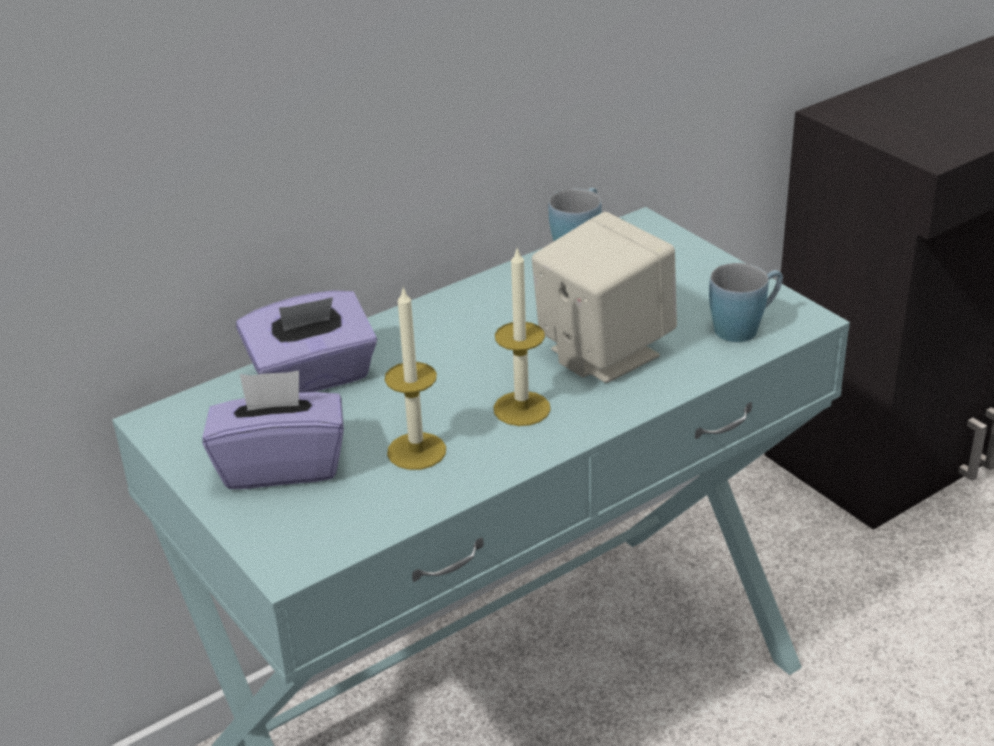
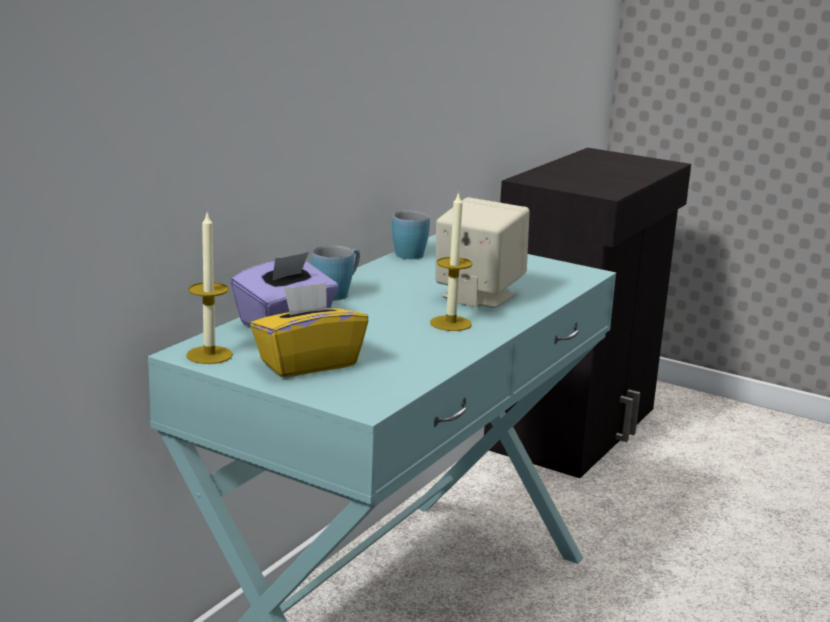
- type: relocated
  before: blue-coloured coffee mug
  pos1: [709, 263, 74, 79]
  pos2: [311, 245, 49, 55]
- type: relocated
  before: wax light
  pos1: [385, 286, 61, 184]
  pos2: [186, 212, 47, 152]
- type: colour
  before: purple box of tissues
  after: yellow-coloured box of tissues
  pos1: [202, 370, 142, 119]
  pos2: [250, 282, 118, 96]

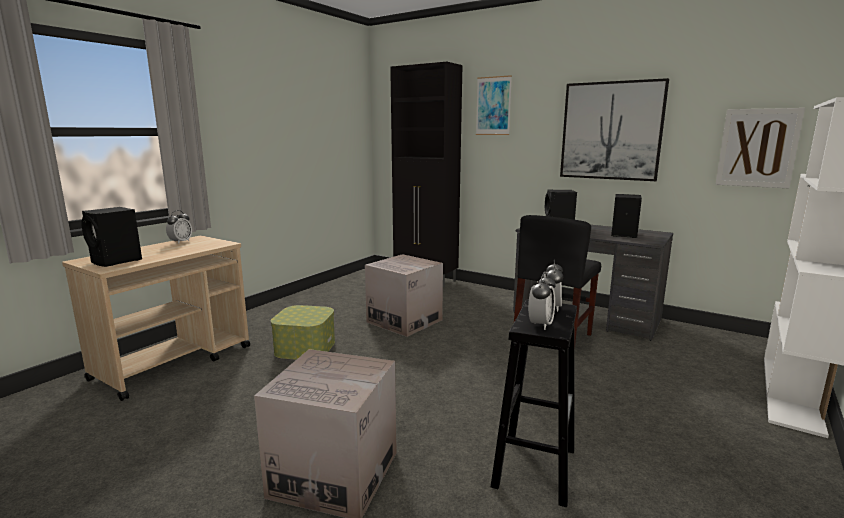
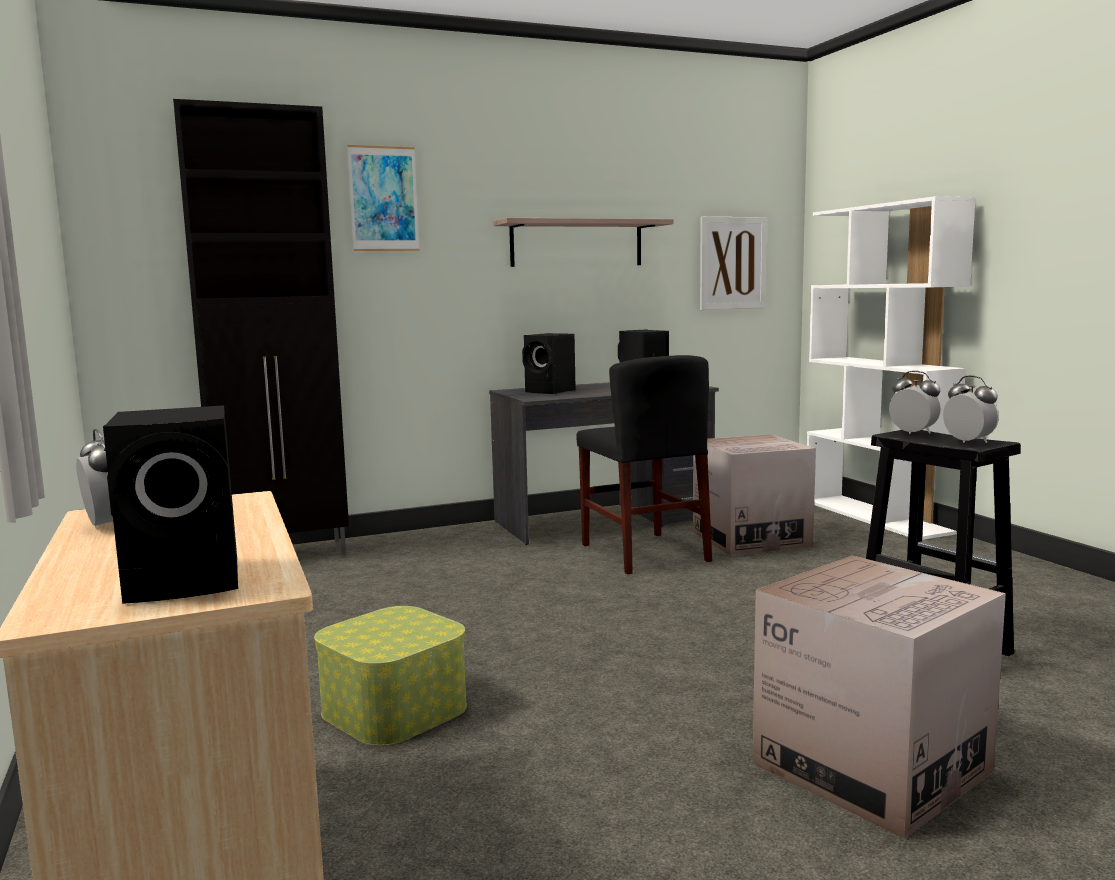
- type: exchanged
  before: wall picture
  after: bracket shelf
  pos1: [560, 78, 109, 103]
  pos2: [493, 218, 181, 49]
- type: relocated
  before: packing box
  pos1: [365, 254, 78, 83]
  pos2: [693, 434, 123, 122]

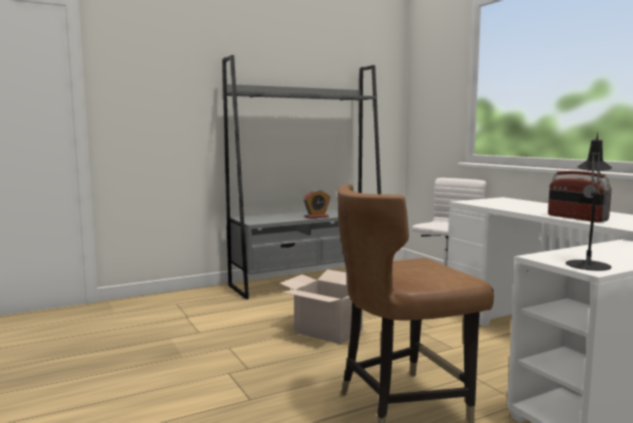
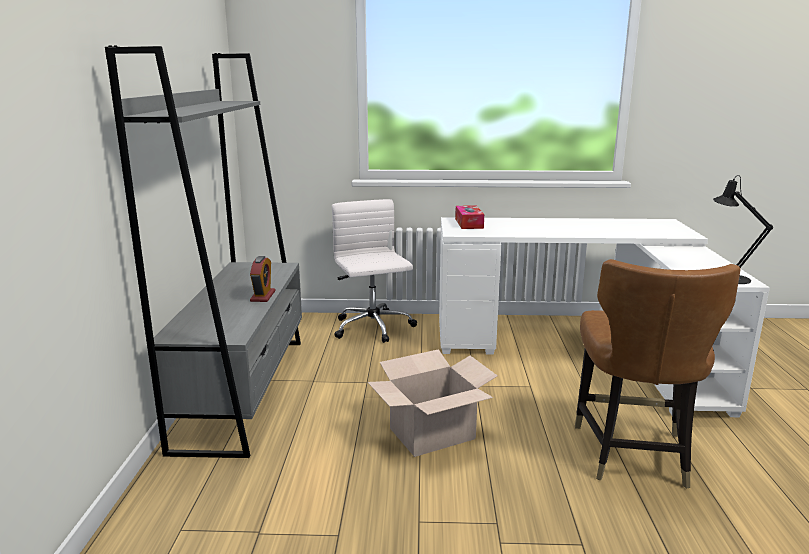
- type: missing
  before: radio set
  pos1: [548, 171, 64, 51]
- type: appeared
  after: box of tissues
  pos2: [455, 205, 29, 24]

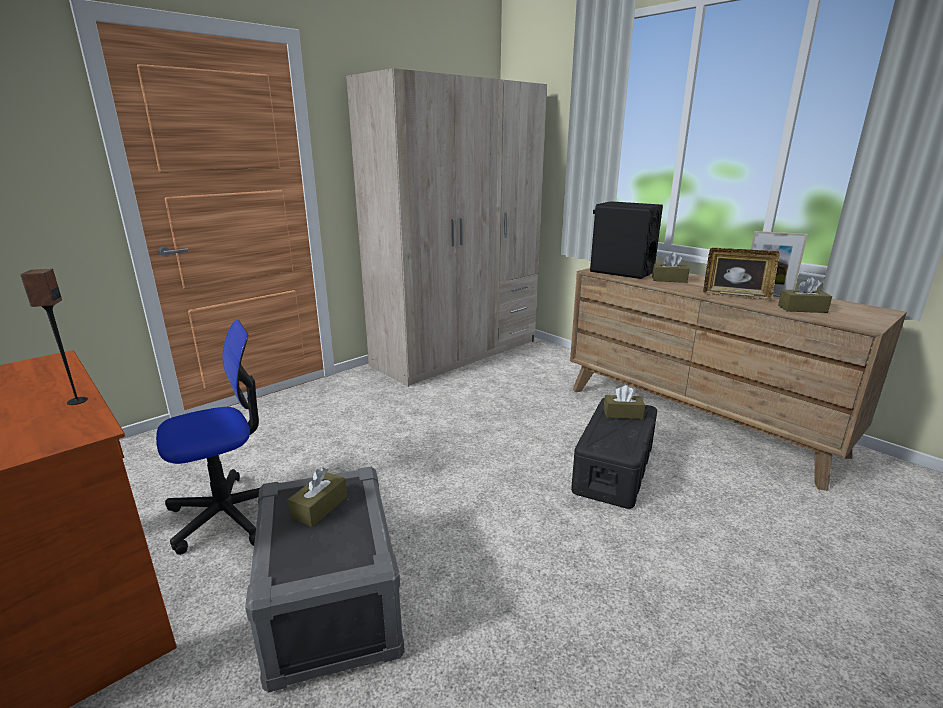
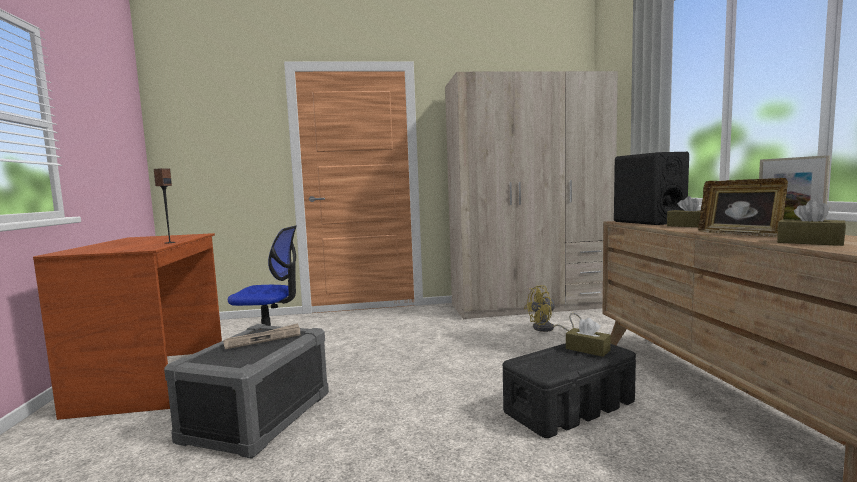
- type: exchanged
  before: brownish box of tissues
  after: printed paper
  pos1: [288, 468, 59, 59]
  pos2: [223, 323, 77, 26]
- type: appeared
  after: yellow-coloured cooling fan
  pos2: [524, 285, 57, 47]

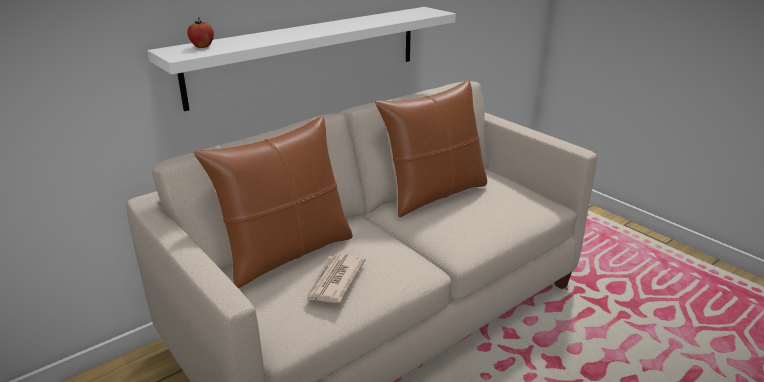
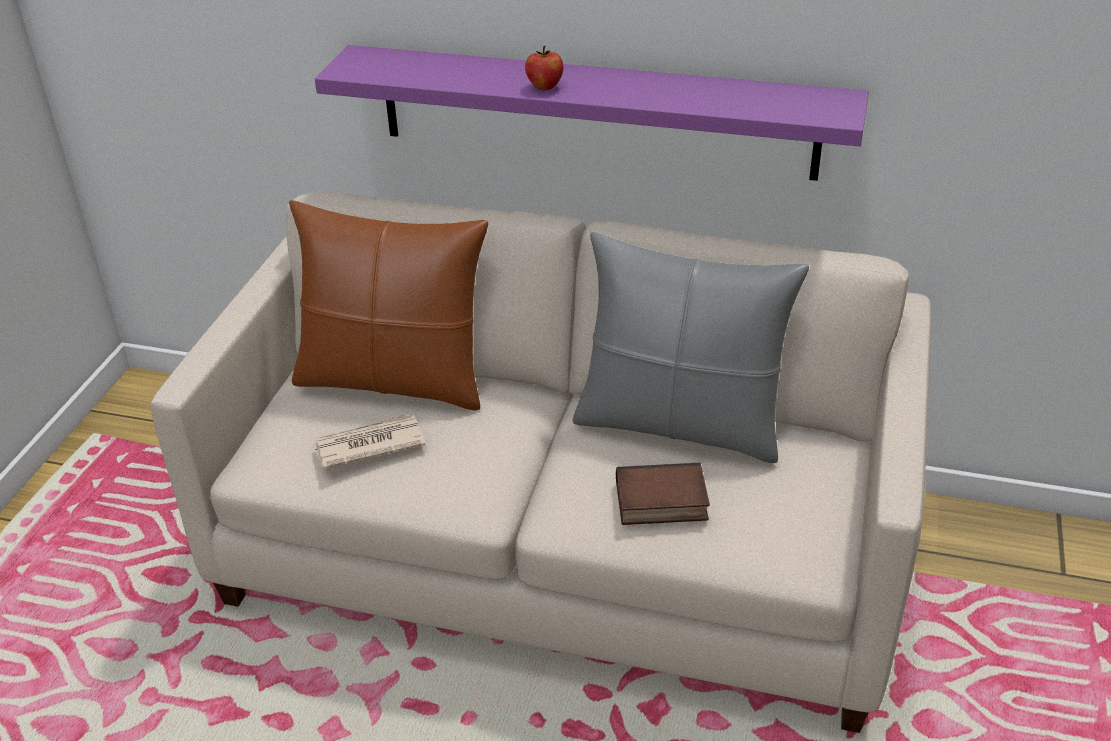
- type: colour
  before: whitish bracket shelf
  after: purple bracket shelf
  pos1: [147, 7, 309, 104]
  pos2: [315, 45, 554, 136]
- type: relocated
  before: whole apple
  pos1: [187, 17, 27, 31]
  pos2: [525, 46, 39, 44]
- type: colour
  before: brownish throw pillow
  after: gray throw pillow
  pos1: [375, 80, 112, 137]
  pos2: [572, 232, 237, 231]
- type: appeared
  after: bound book
  pos2: [616, 463, 94, 62]

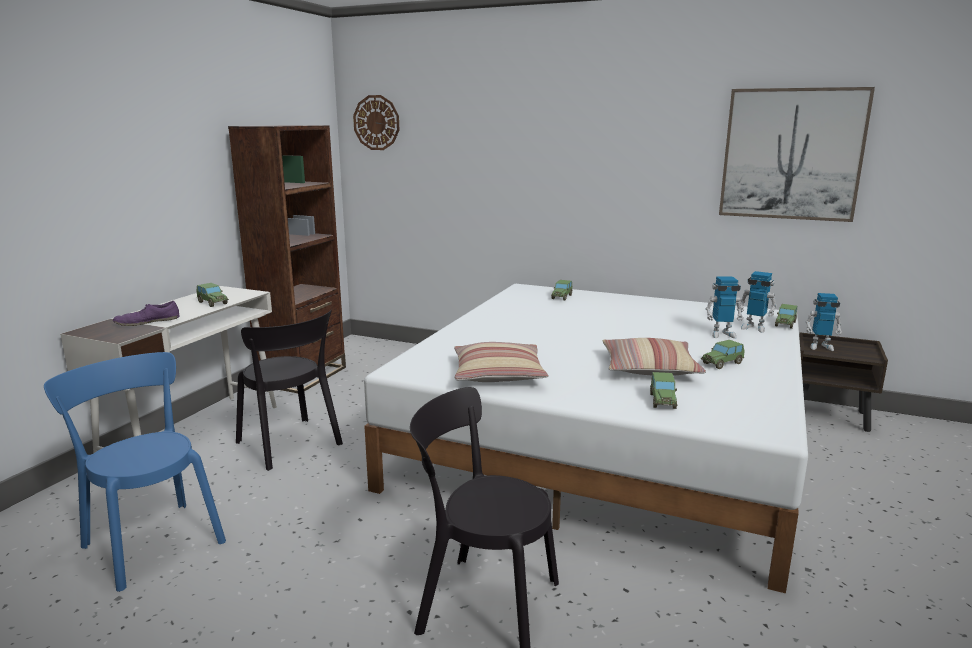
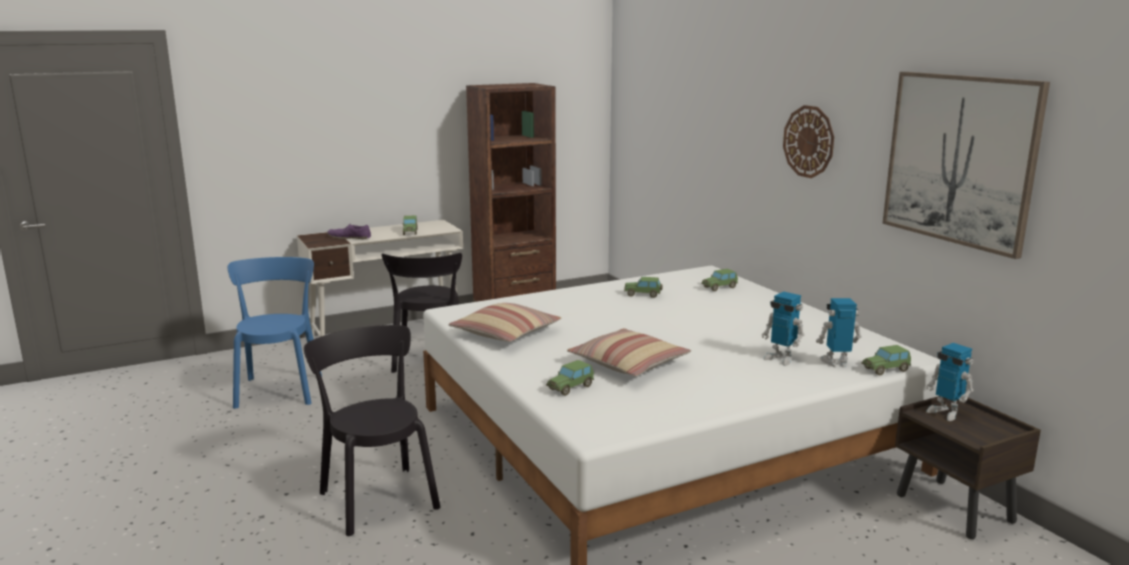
- type: relocated
  before: hanging clock
  pos1: [353, 95, 46, 55]
  pos2: [783, 105, 51, 73]
- type: spun
  before: model robot
  pos1: [740, 271, 37, 62]
  pos2: [816, 298, 46, 69]
  turn: 105
- type: relocated
  before: model car
  pos1: [701, 340, 44, 29]
  pos2: [624, 277, 39, 21]

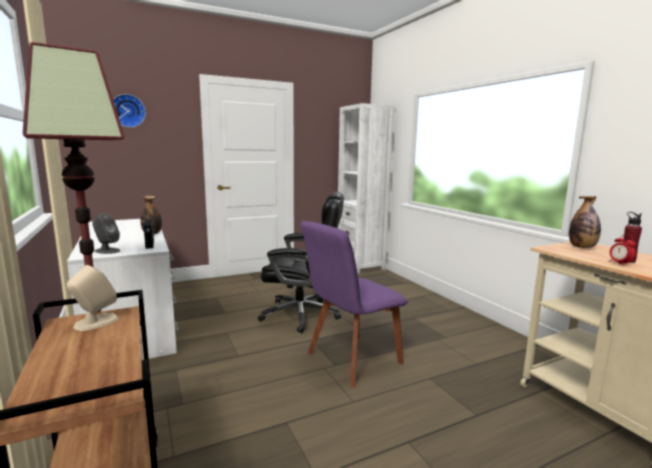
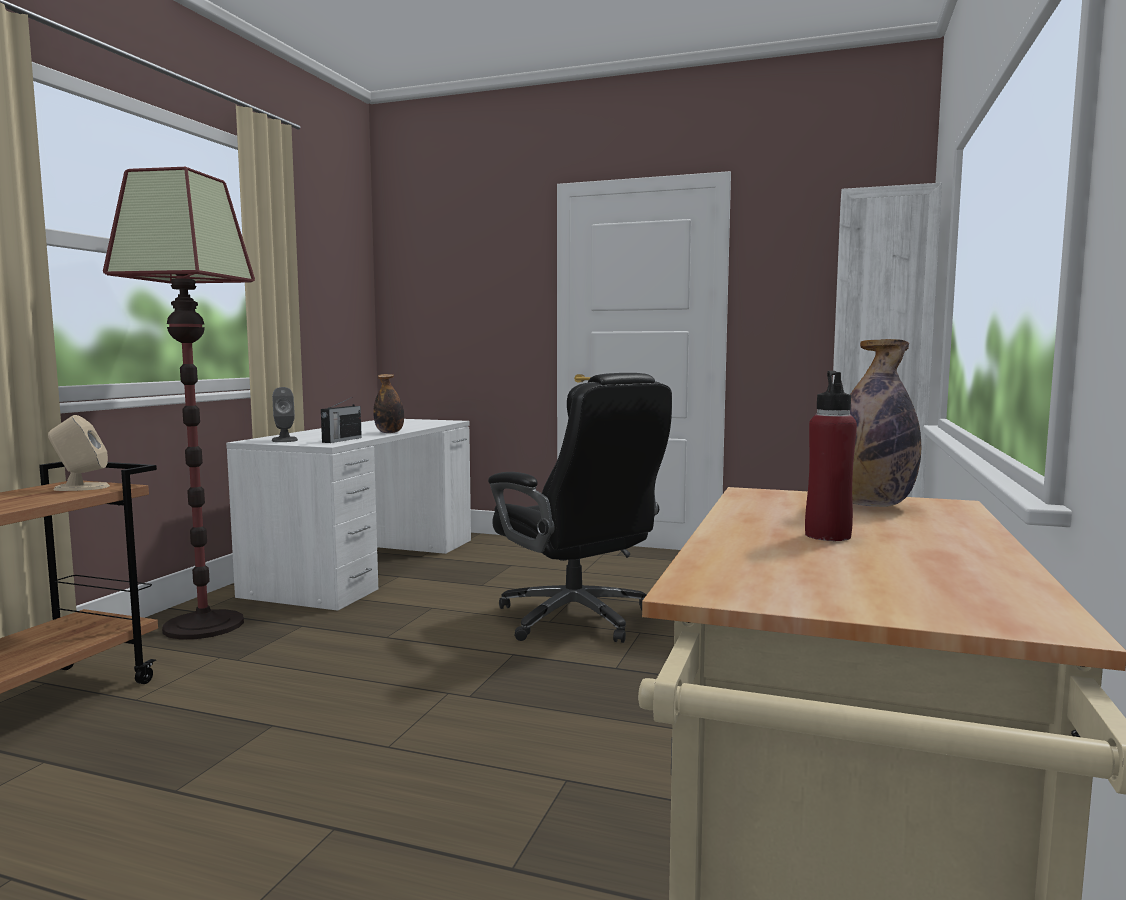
- type: missing
  before: hanging clock
  pos1: [113, 94, 33, 34]
- type: missing
  before: purple chair
  pos1: [300, 221, 108, 166]
- type: missing
  before: table clock
  pos1: [609, 234, 27, 32]

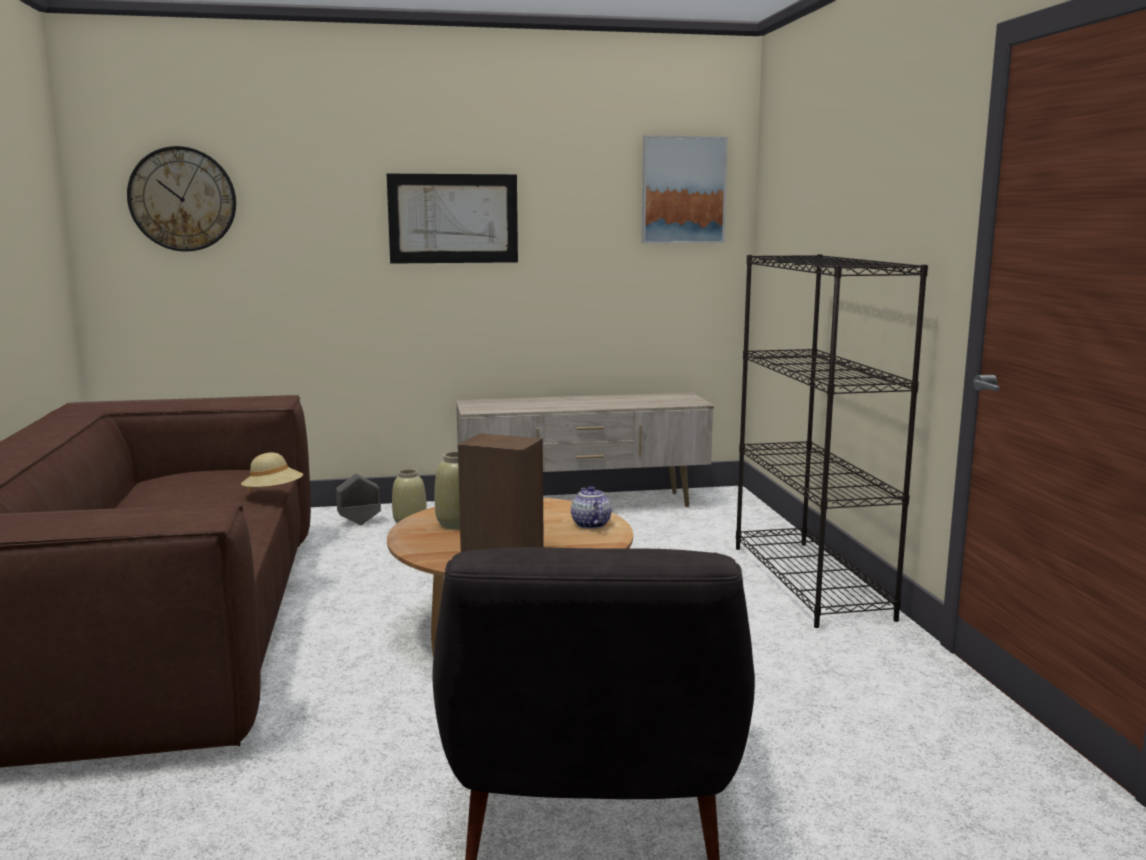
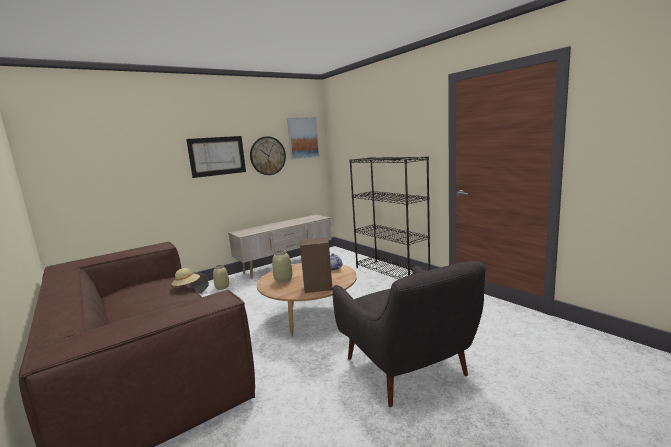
- type: relocated
  before: hanging clock
  pos1: [127, 146, 109, 106]
  pos2: [250, 136, 36, 39]

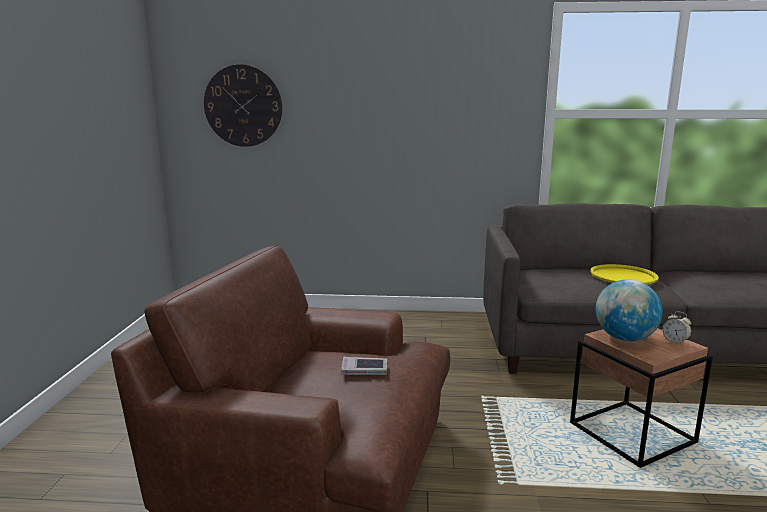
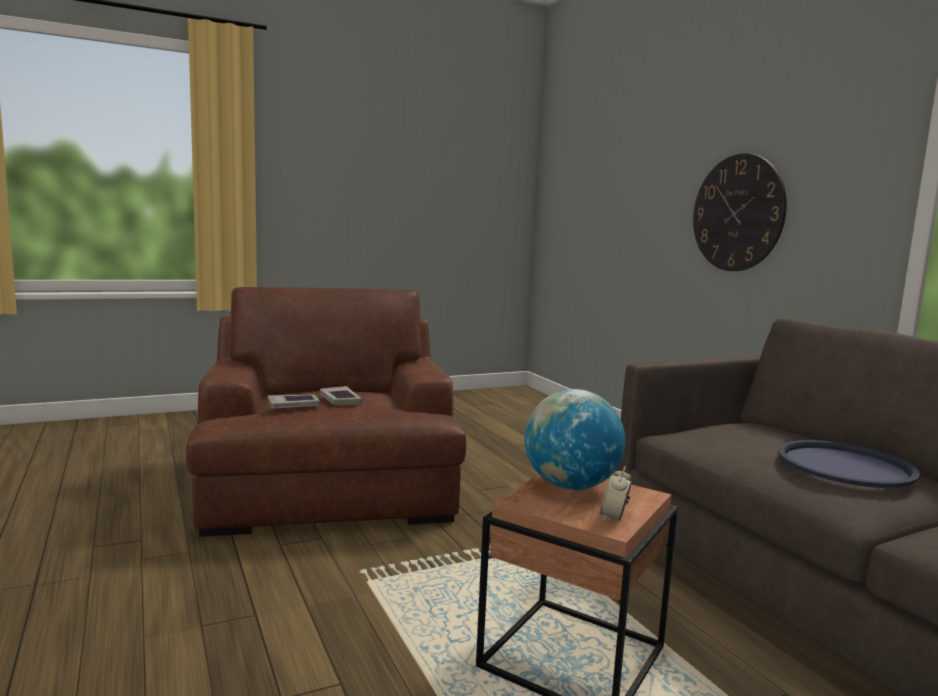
- type: relocated
  before: hanging clock
  pos1: [204, 64, 78, 83]
  pos2: [693, 153, 94, 118]
- type: colour
  before: yellow-coloured tray
  after: blue-coloured tray
  pos1: [590, 264, 69, 21]
  pos2: [778, 440, 142, 48]
- type: appeared
  after: bound book
  pos2: [268, 395, 52, 14]

